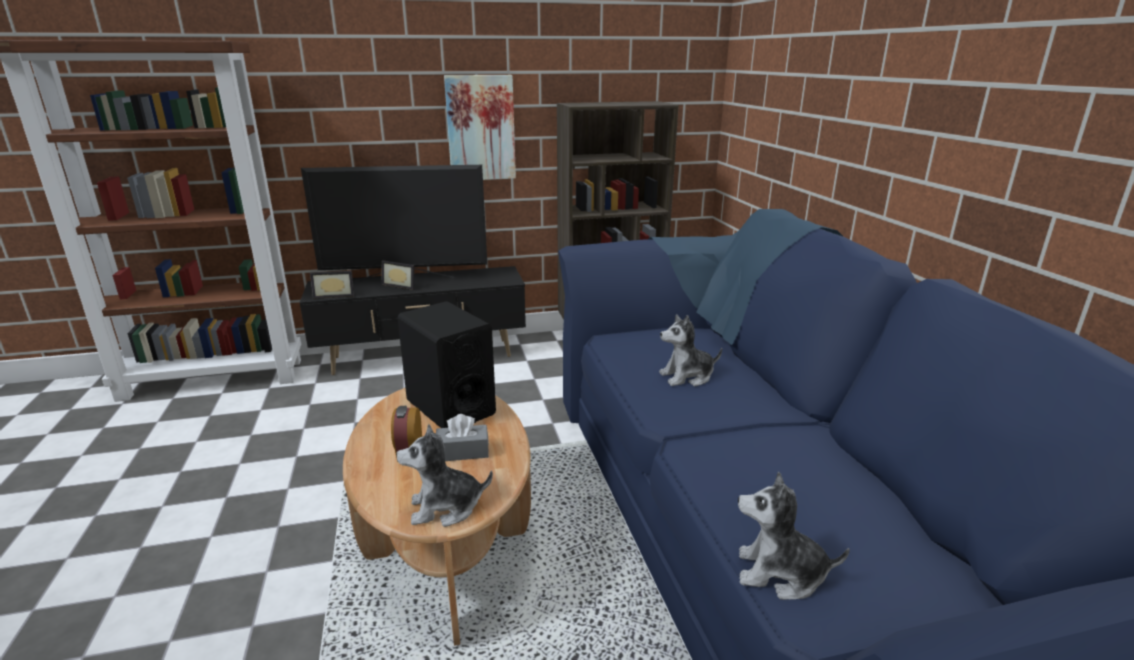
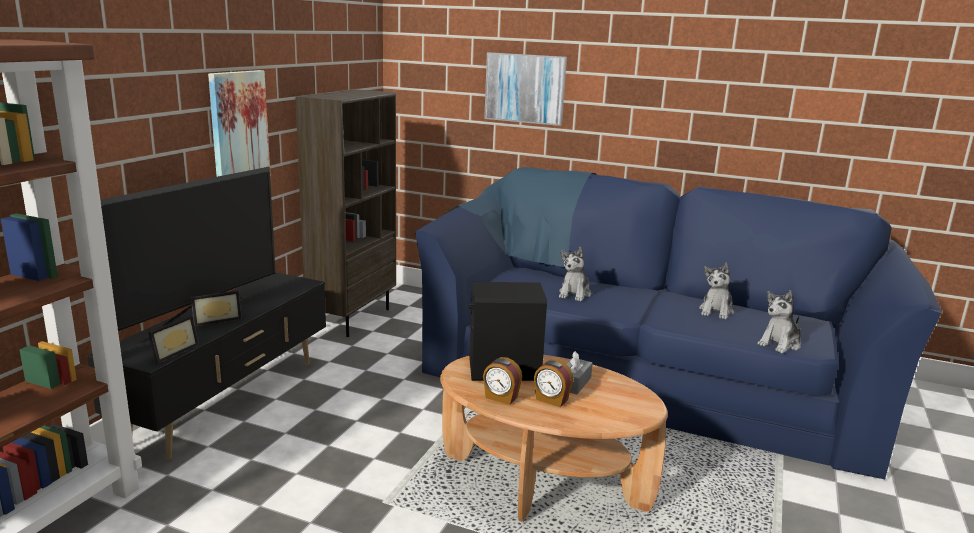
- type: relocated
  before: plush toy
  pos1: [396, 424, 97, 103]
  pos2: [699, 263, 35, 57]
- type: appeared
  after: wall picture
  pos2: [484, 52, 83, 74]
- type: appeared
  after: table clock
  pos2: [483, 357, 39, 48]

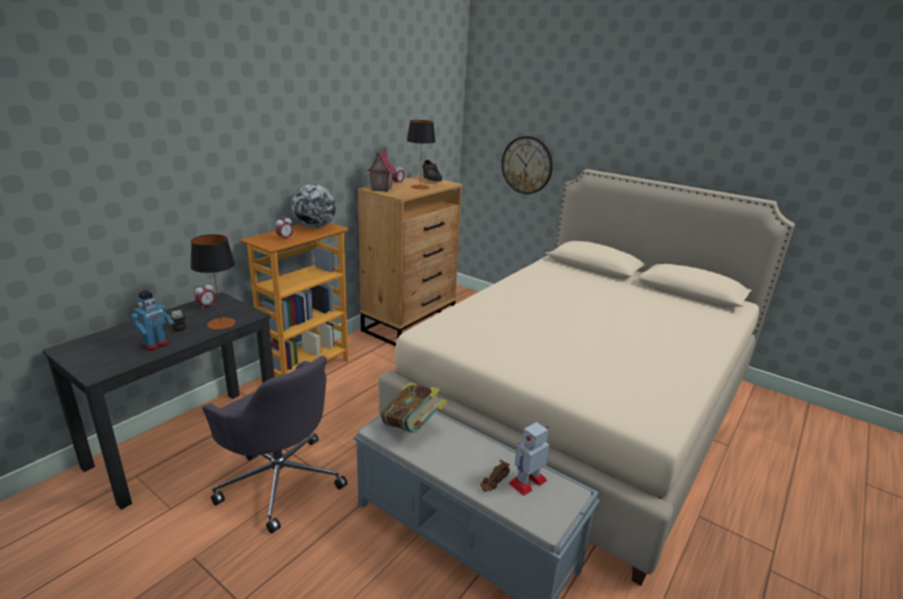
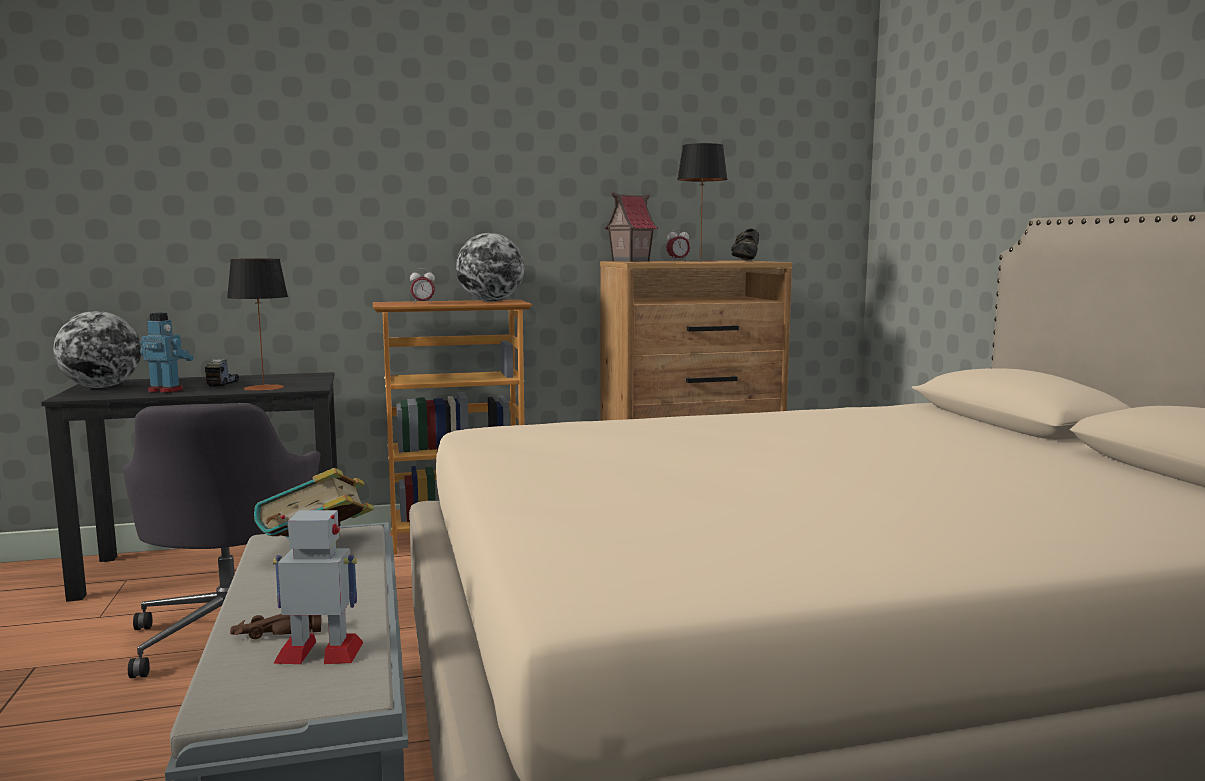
- type: missing
  before: hanging clock
  pos1: [501, 136, 52, 58]
- type: missing
  before: table clock
  pos1: [195, 283, 20, 26]
- type: spun
  before: model robot
  pos1: [131, 290, 43, 61]
  pos2: [140, 312, 54, 81]
  turn: -150
- type: appeared
  after: globe
  pos2: [53, 311, 88, 77]

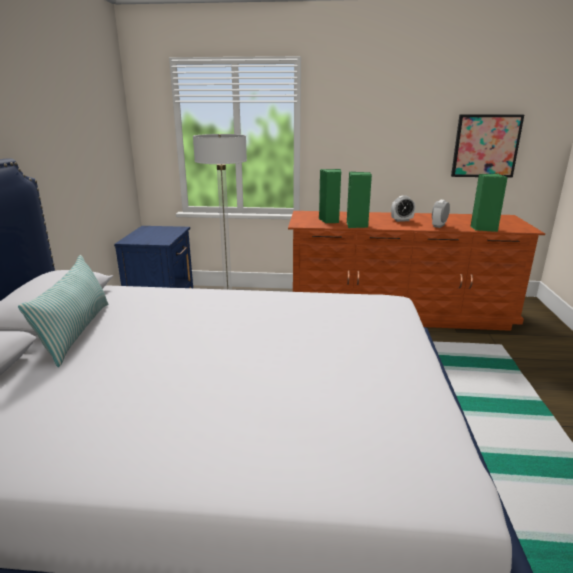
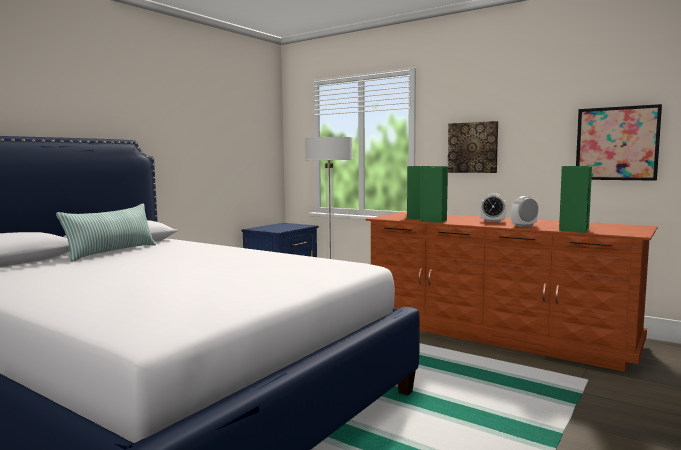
- type: appeared
  after: wall picture
  pos2: [448, 121, 50, 52]

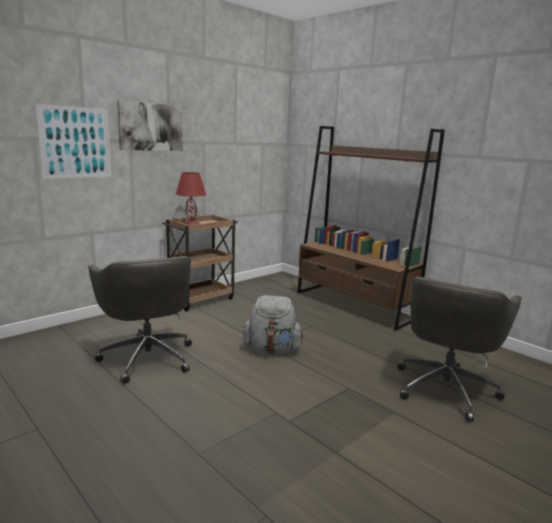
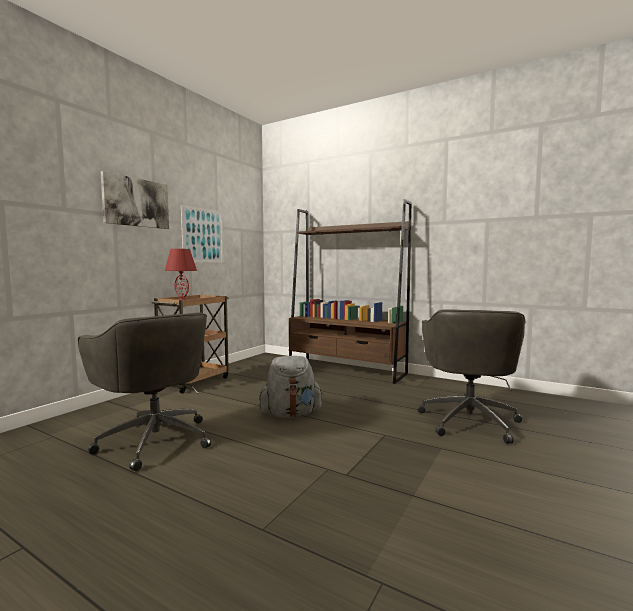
- type: relocated
  before: wall picture
  pos1: [35, 104, 76, 75]
  pos2: [181, 205, 43, 58]

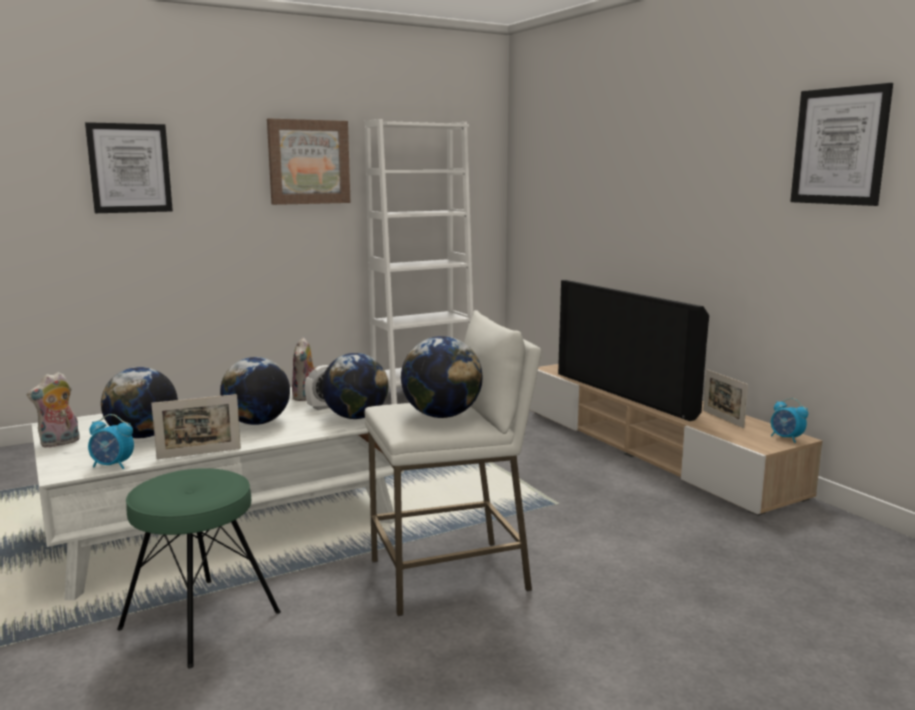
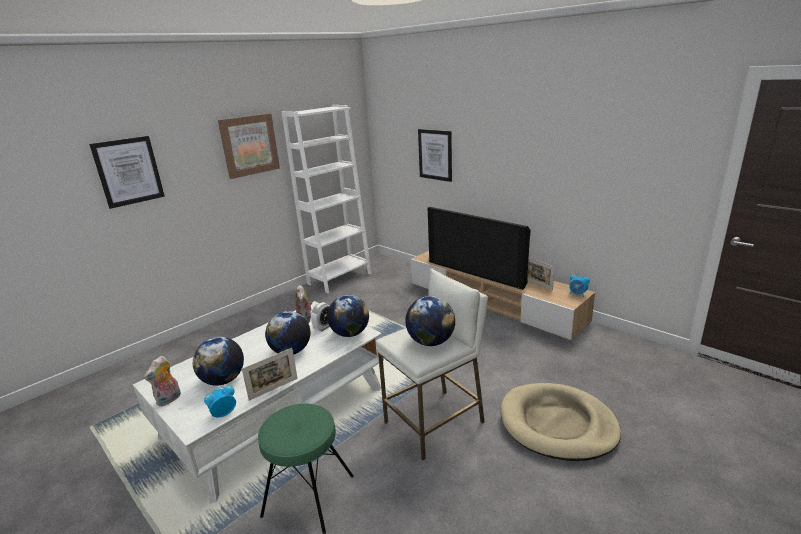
- type: relocated
  before: wall picture
  pos1: [790, 83, 103, 123]
  pos2: [418, 129, 34, 53]
- type: spun
  before: table clock
  pos1: [88, 414, 46, 55]
  pos2: [204, 386, 32, 31]
  turn: 150
- type: appeared
  after: beige dog bed
  pos2: [501, 383, 120, 78]

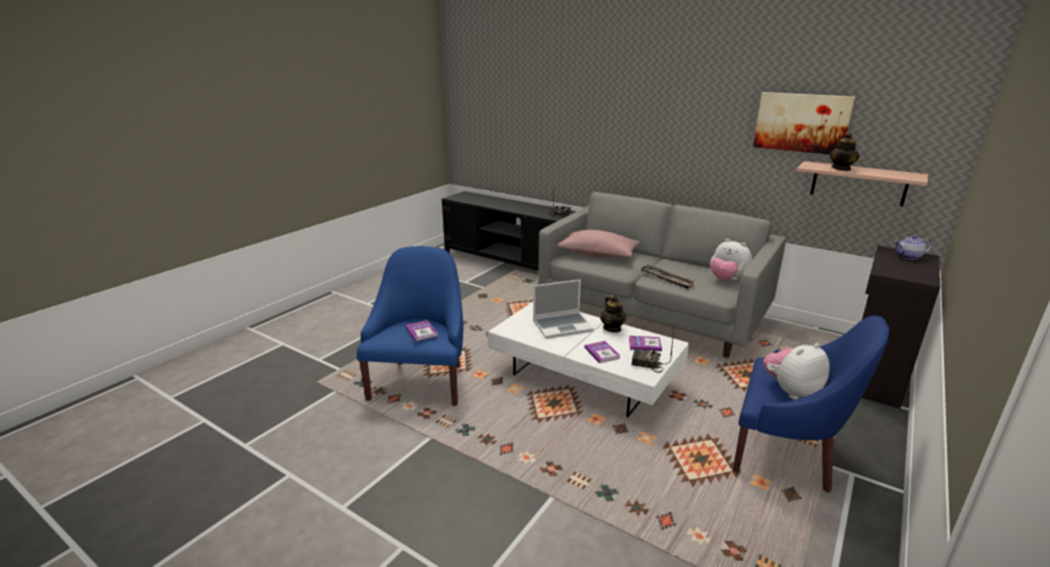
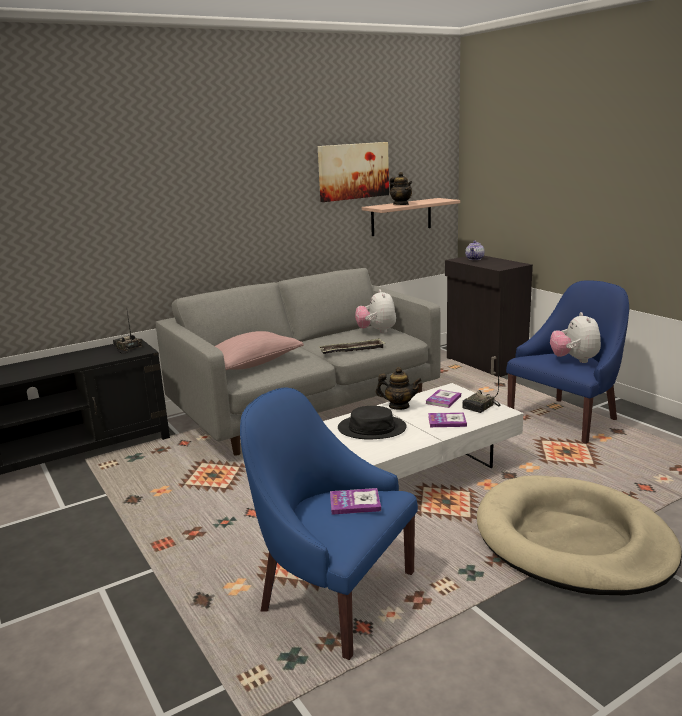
- type: spun
  before: plush toy
  pos1: [710, 239, 42, 41]
  pos2: [355, 289, 41, 44]
  turn: 105
- type: exchanged
  before: laptop
  after: black hat
  pos1: [533, 279, 61, 59]
  pos2: [338, 406, 69, 34]
- type: appeared
  after: beige dog bed
  pos2: [477, 476, 205, 119]

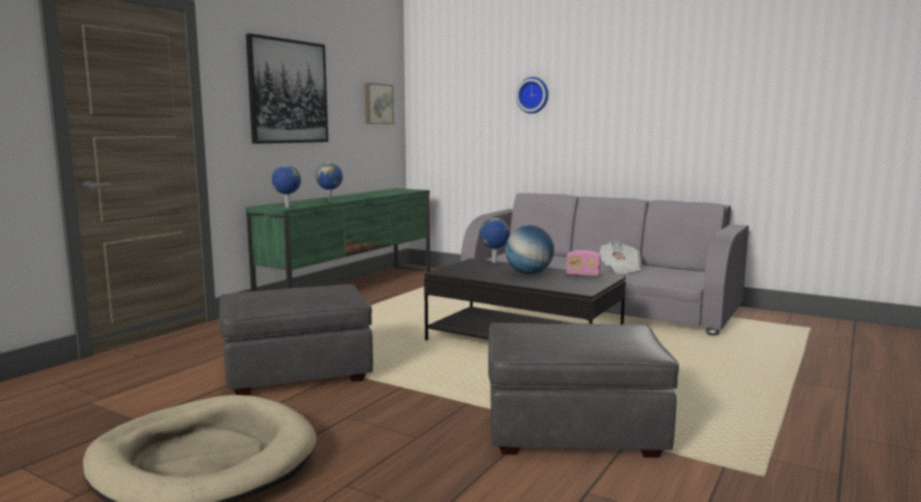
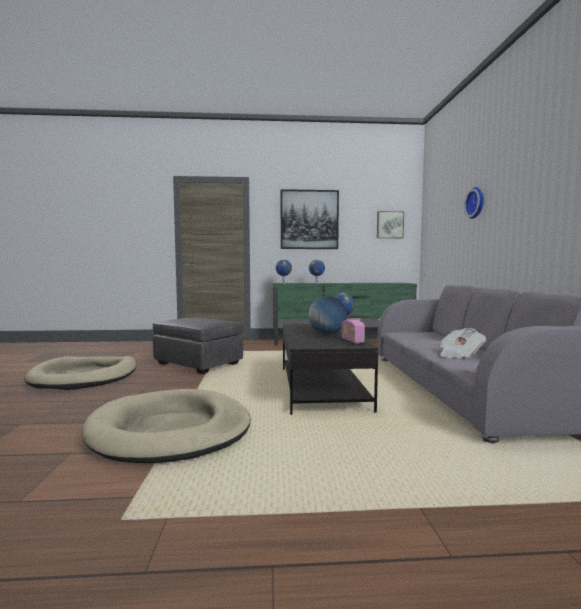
- type: exchanged
  before: gray ottoman
  after: beige dog bed
  pos1: [488, 323, 191, 135]
  pos2: [82, 389, 169, 74]

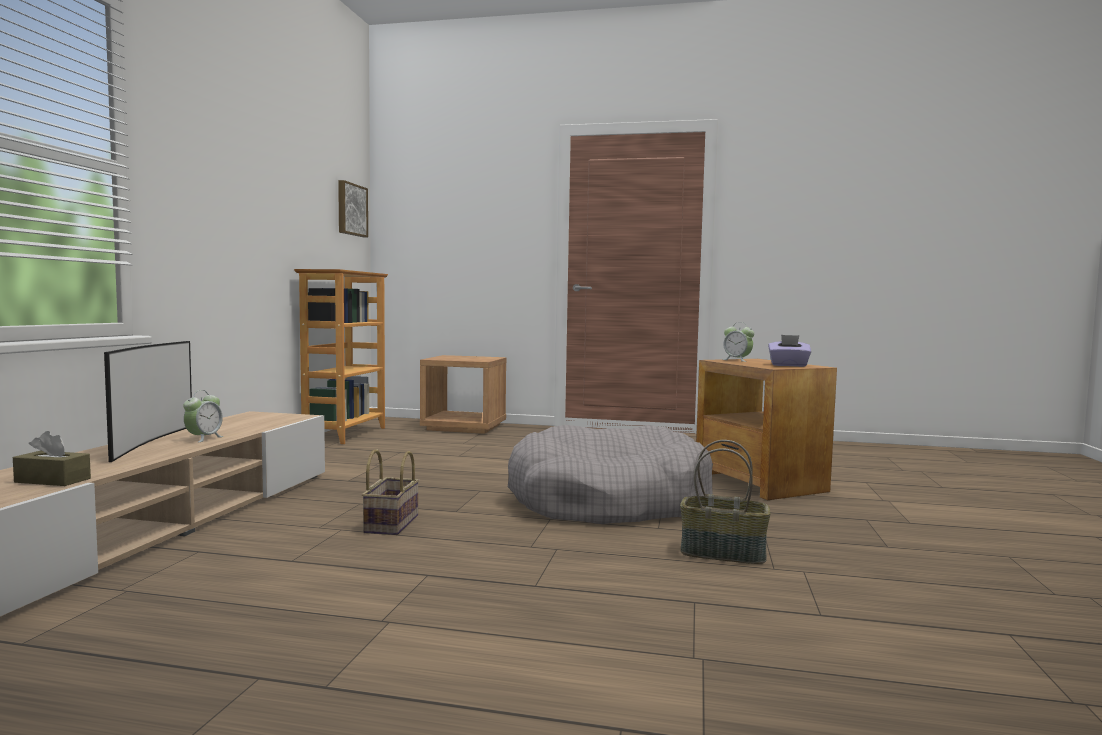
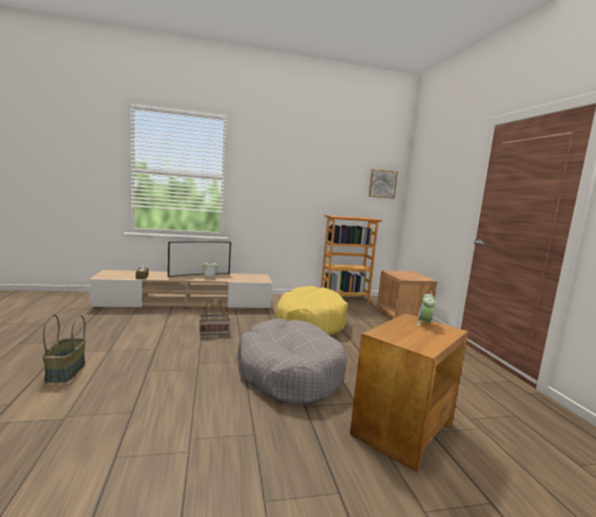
- type: missing
  before: purple box of tissues
  pos1: [768, 335, 43, 32]
- type: relocated
  before: basket
  pos1: [680, 440, 91, 124]
  pos2: [42, 314, 44, 69]
- type: appeared
  after: yellow-coloured dog bed
  pos2: [275, 286, 73, 49]

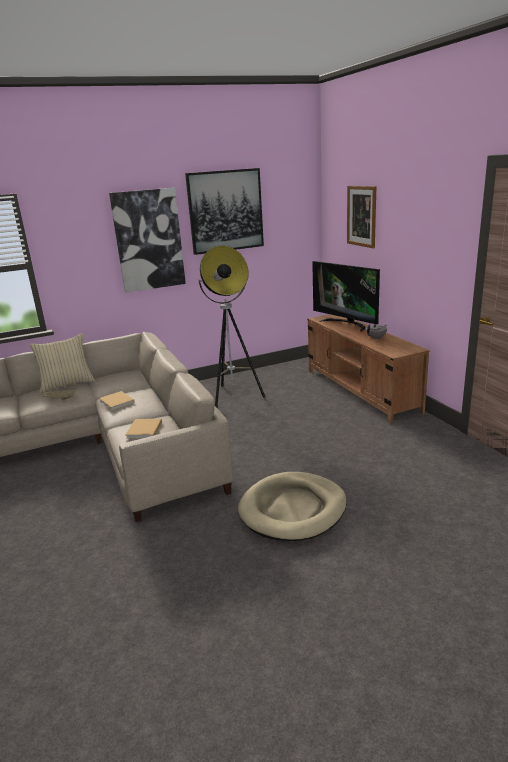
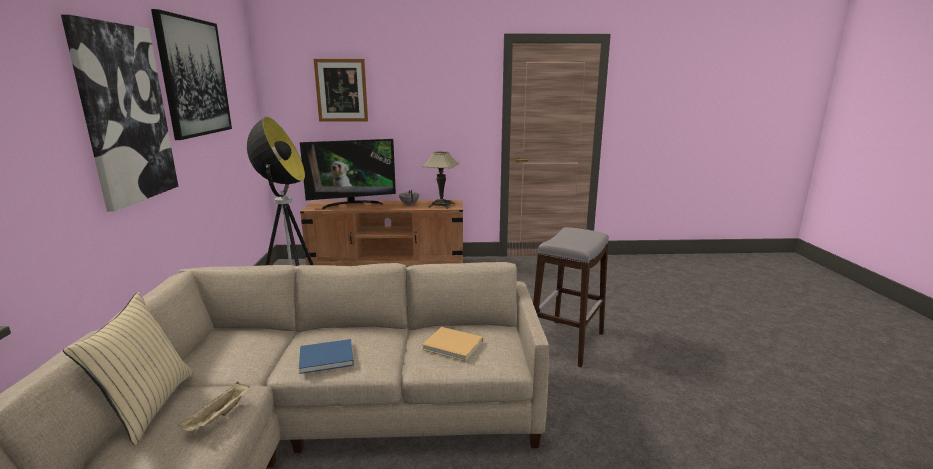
- type: colour
  before: beige bound book
  after: blue-coloured bound book
  pos1: [99, 391, 36, 20]
  pos2: [299, 339, 55, 35]
- type: exchanged
  before: beige dog bed
  after: gray sitting stool
  pos1: [238, 472, 109, 69]
  pos2: [533, 227, 76, 140]
- type: appeared
  after: table lamp
  pos2: [422, 151, 38, 58]

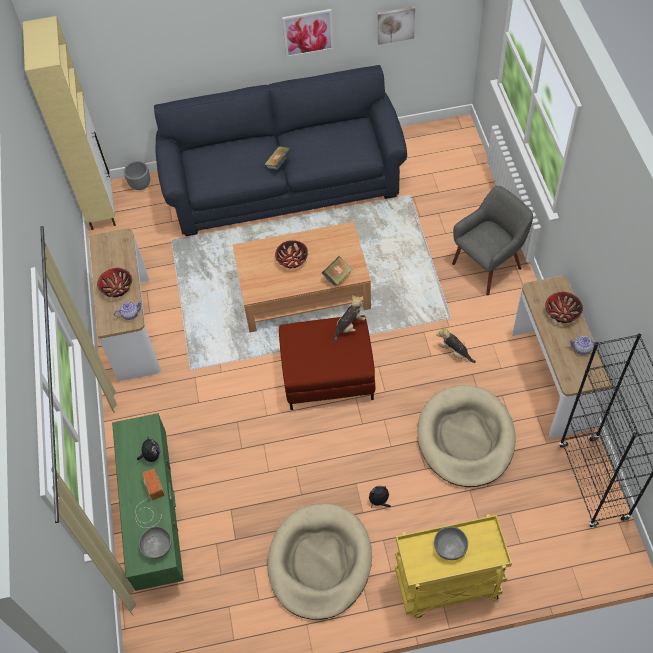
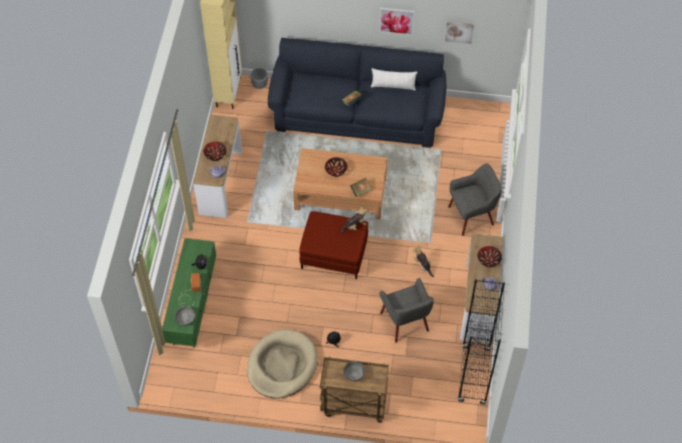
- type: exchanged
  before: beige dog bed
  after: gray easy chair
  pos1: [417, 385, 99, 102]
  pos2: [379, 278, 55, 65]
- type: colour
  before: yellow-coloured wheeled cart
  after: brownish wheeled cart
  pos1: [395, 514, 117, 104]
  pos2: [320, 356, 69, 67]
- type: appeared
  after: whitish throw pillow
  pos2: [371, 68, 46, 23]

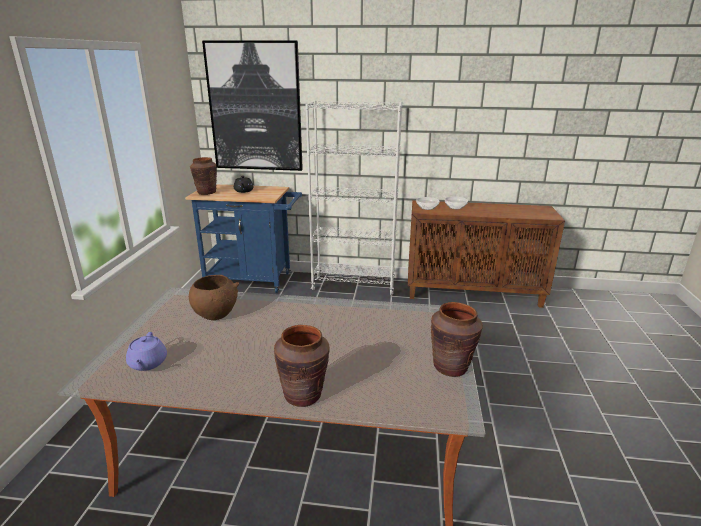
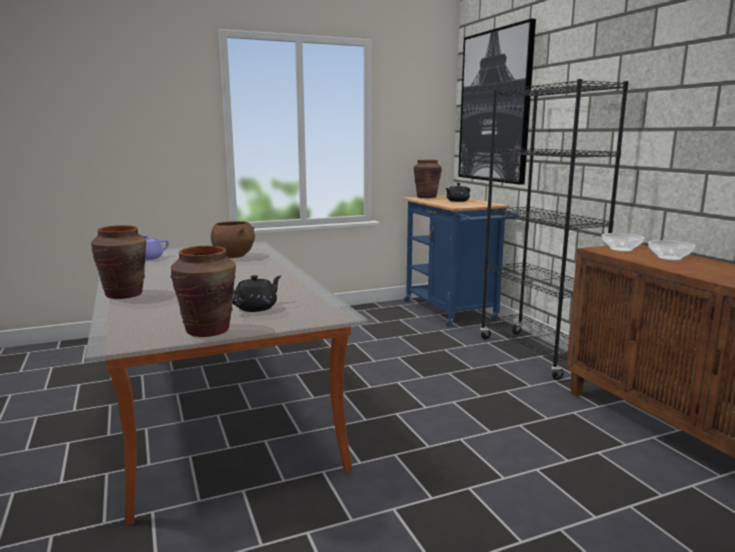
- type: colour
  before: whitish bookcase
  after: black bookcase
  pos1: [305, 100, 97, 195]
  pos2: [480, 79, 149, 301]
- type: appeared
  after: black tea pot
  pos2: [232, 275, 49, 37]

